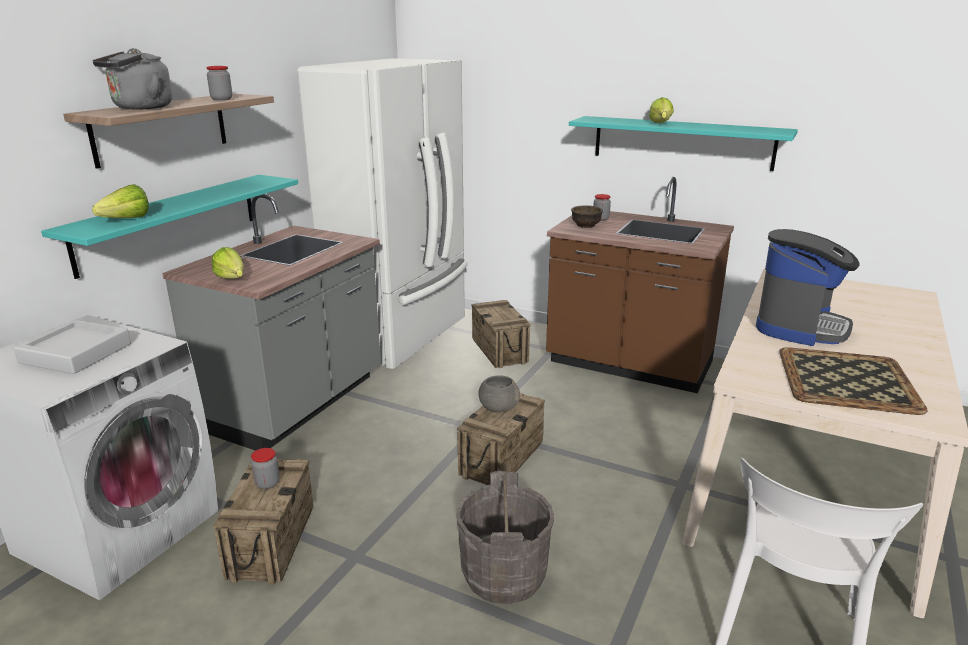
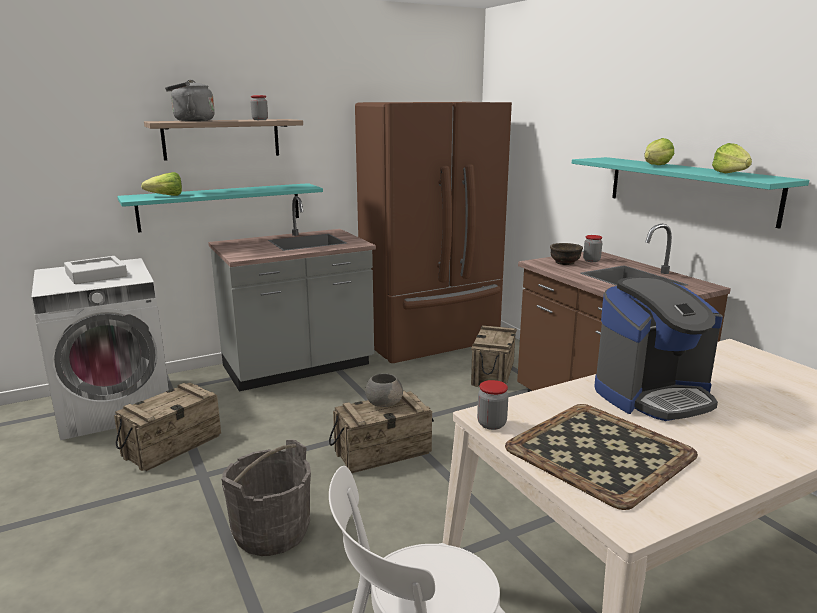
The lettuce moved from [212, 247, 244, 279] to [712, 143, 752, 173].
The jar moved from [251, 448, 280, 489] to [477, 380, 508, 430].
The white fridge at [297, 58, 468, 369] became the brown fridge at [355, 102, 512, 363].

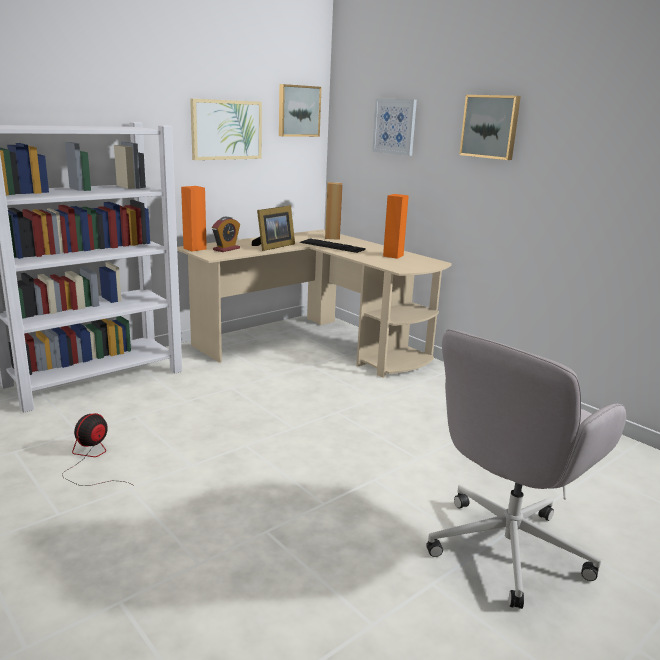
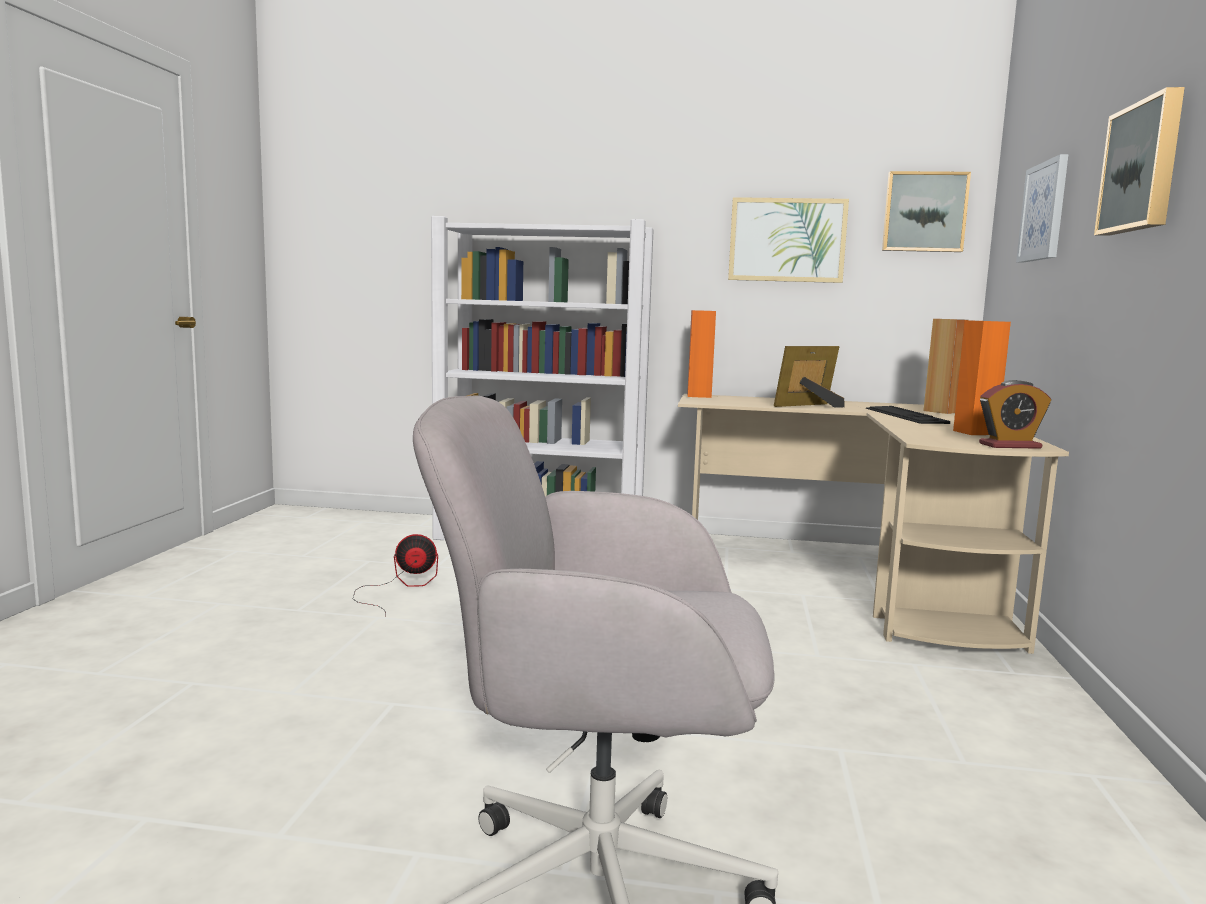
The alarm clock moved from [212, 217, 240, 252] to [979, 380, 1051, 449].
The picture frame at [252, 205, 295, 251] turned 150 degrees clockwise.

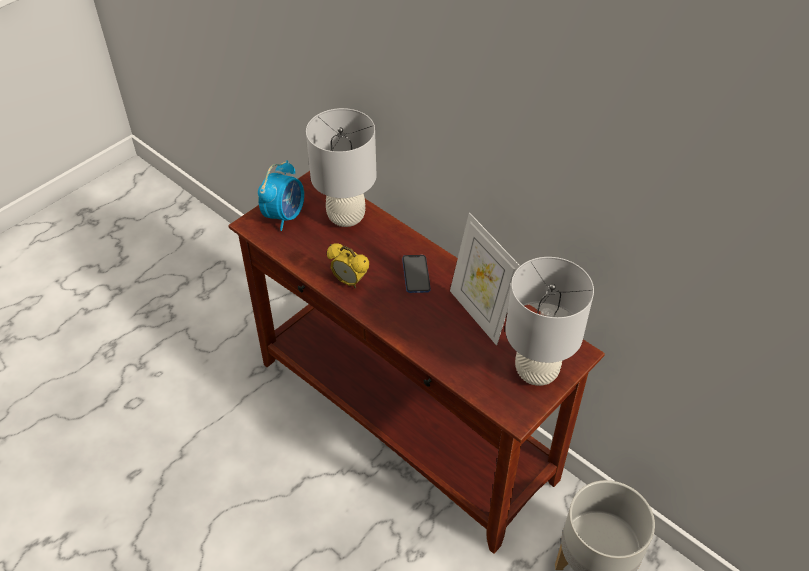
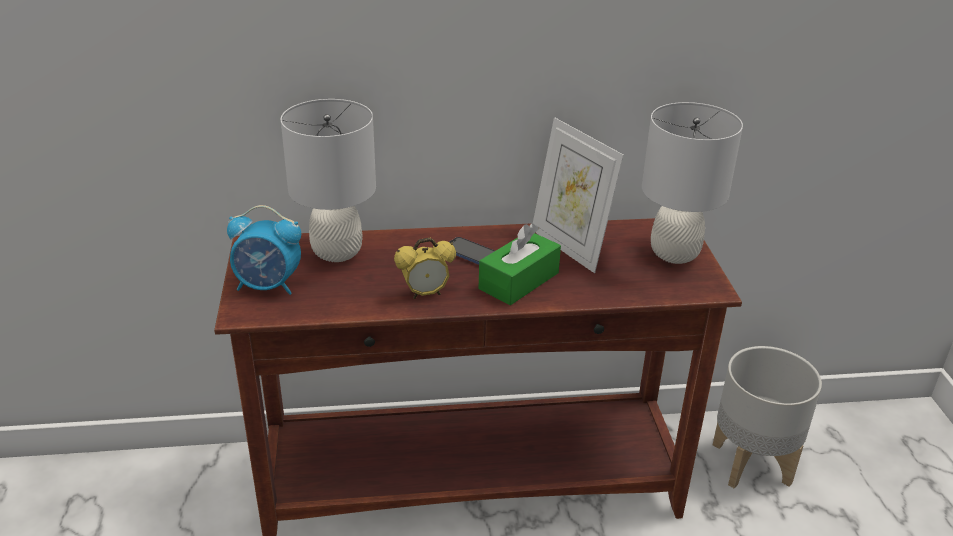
The alarm clock at [258, 160, 304, 231] turned 120 degrees clockwise.
The picture frame at [450, 213, 520, 345] turned 45 degrees clockwise.
The green tissue box at [479, 223, 561, 305] appeared.

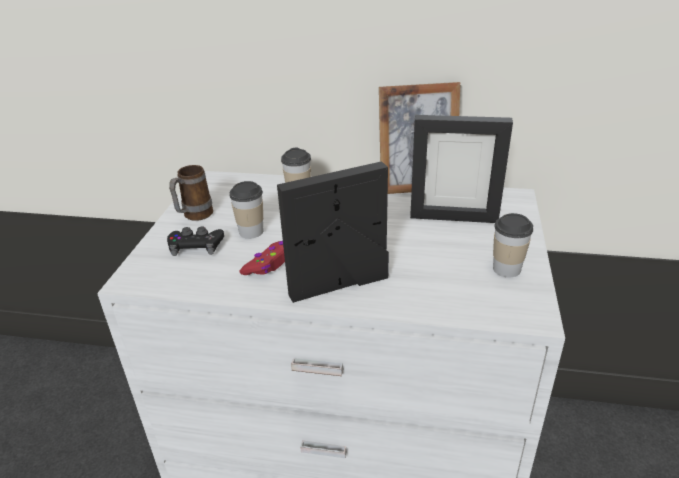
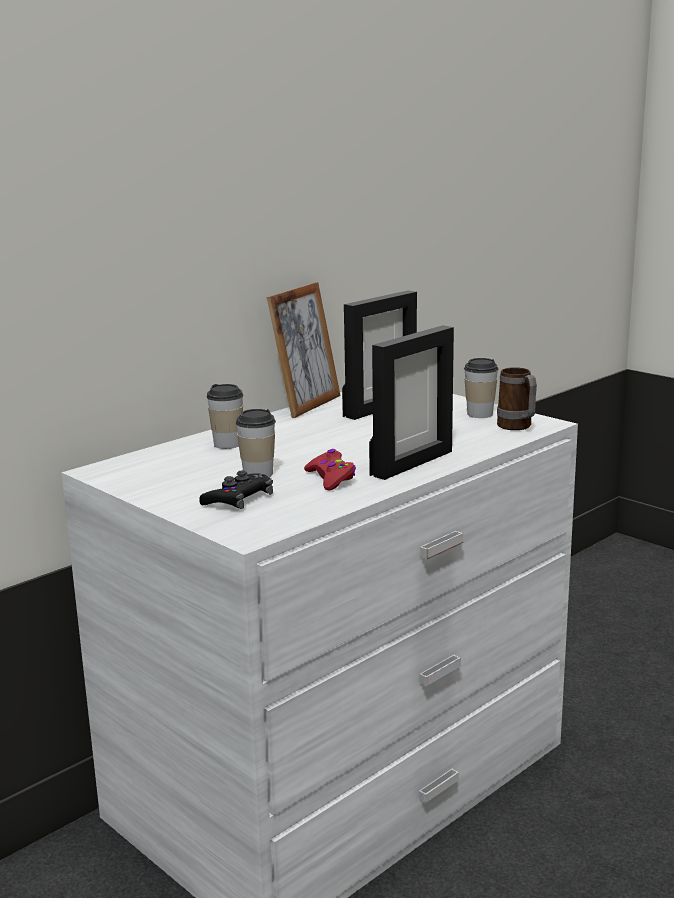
The mug moved from [169, 165, 213, 221] to [497, 367, 537, 430].
The picture frame at [277, 161, 389, 303] turned 150 degrees counterclockwise.

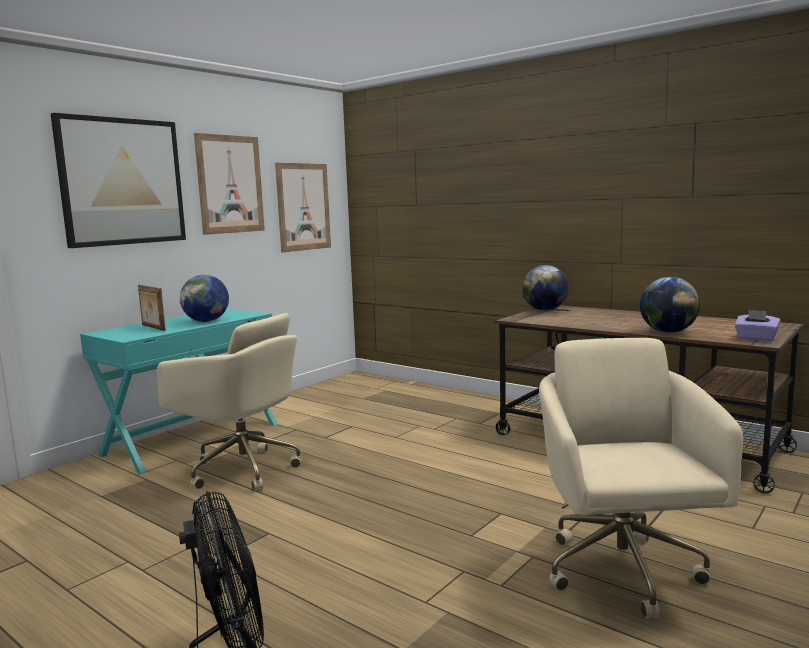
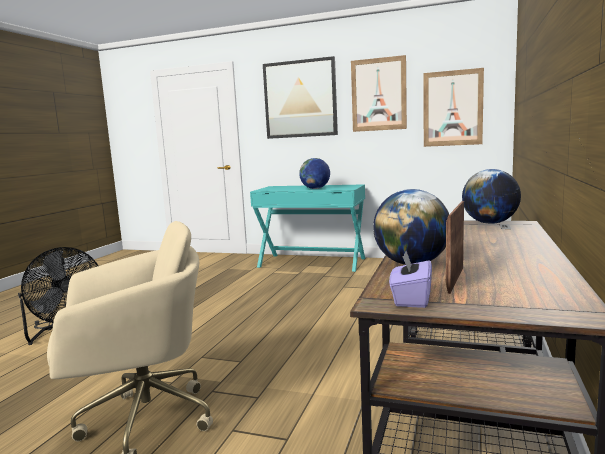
The picture frame moved from [138, 285, 166, 331] to [446, 201, 464, 294].
The beige office chair at [157, 313, 301, 491] disappeared.

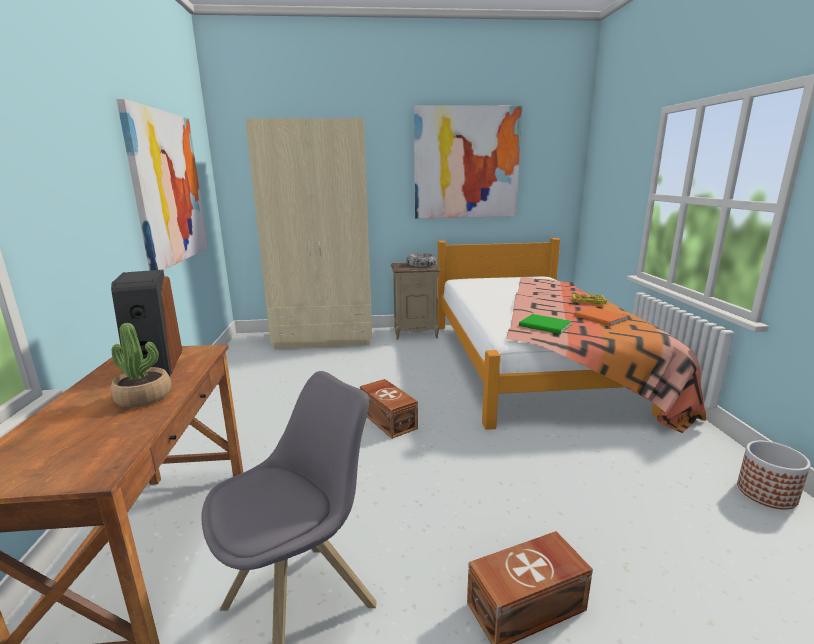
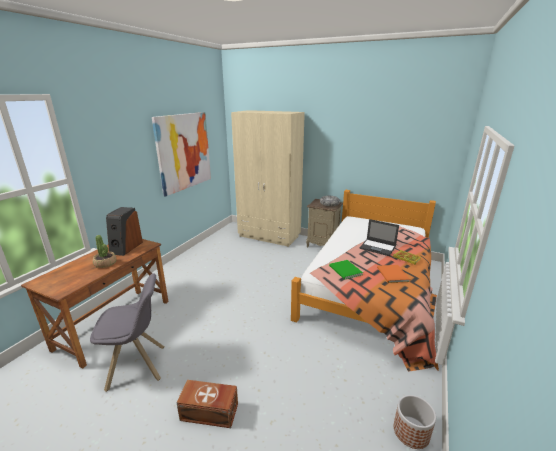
The brown storage box at [360, 379, 418, 439] disappeared.
The picture at [414, 105, 523, 218] disappeared.
The laptop at [360, 219, 399, 256] appeared.

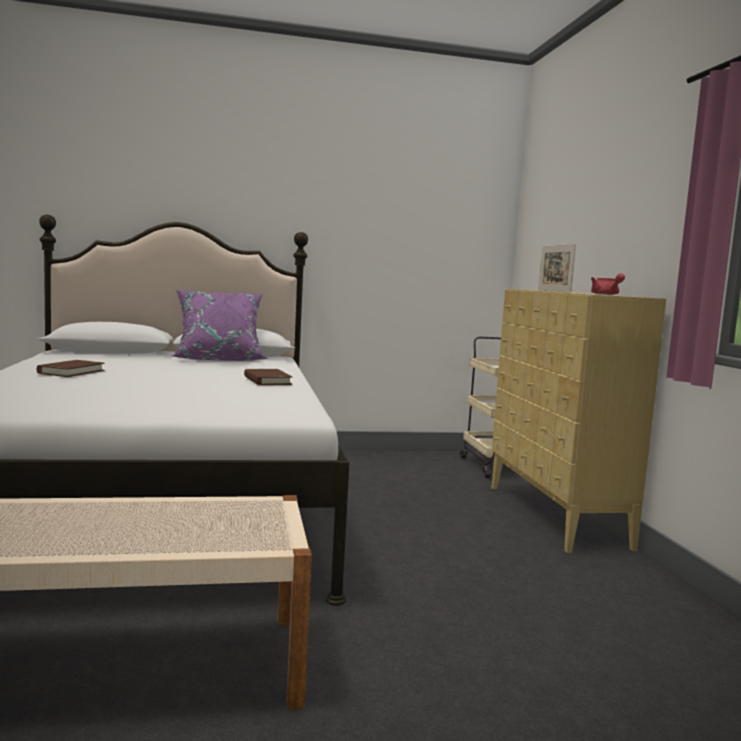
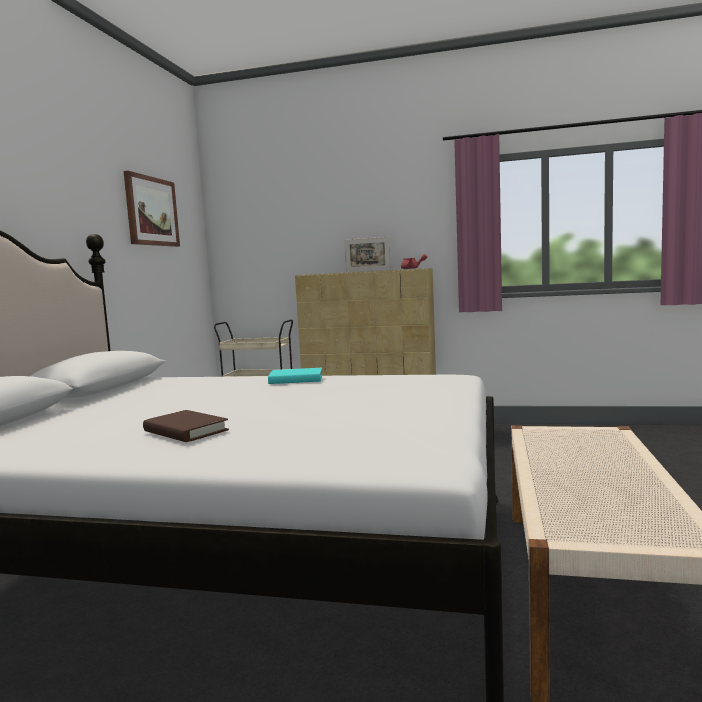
The purple pillow at [171, 289, 268, 361] disappeared.
The brown book at [244, 369, 292, 385] became the turquoise book at [268, 368, 322, 384].
The picture at [124, 171, 180, 247] appeared.

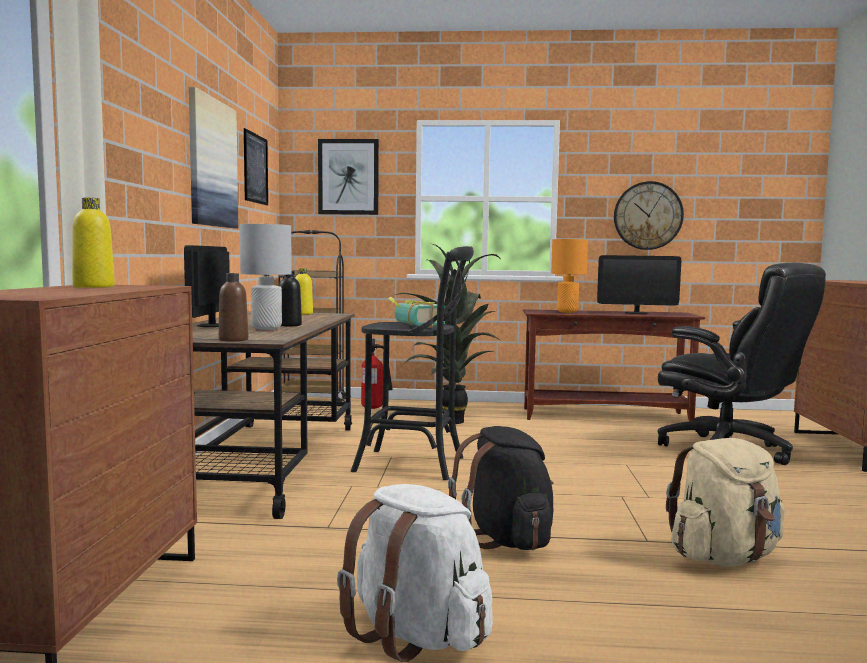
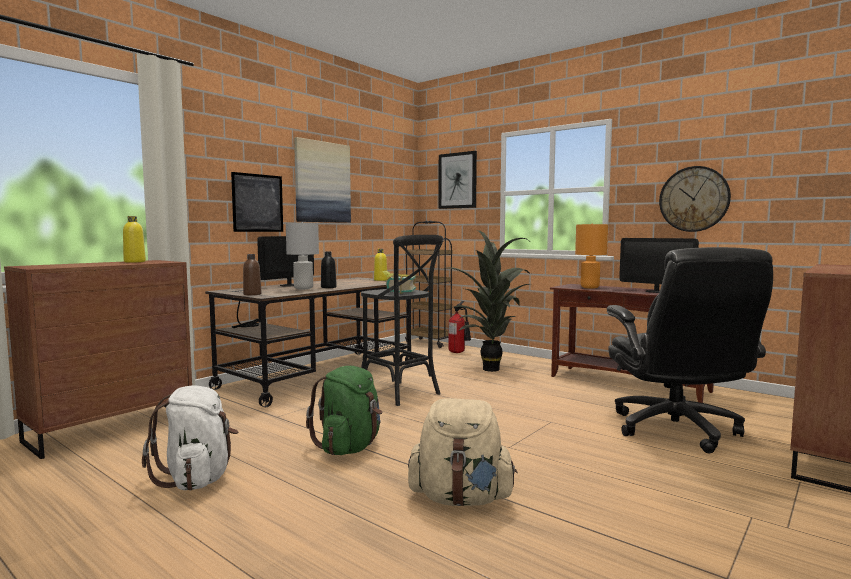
The picture moved from [244, 128, 268, 205] to [231, 172, 283, 232].
The black backpack at [448, 426, 554, 550] became the green backpack at [306, 366, 382, 455].

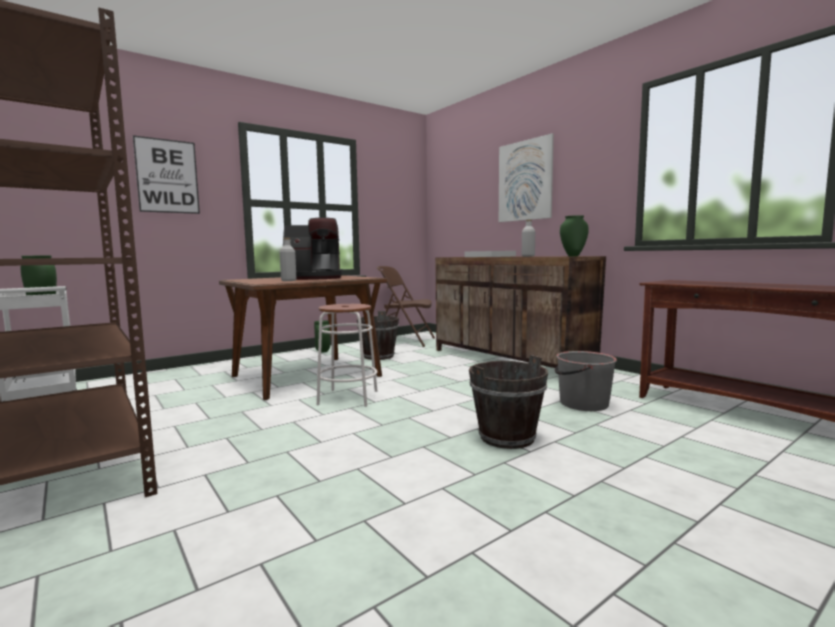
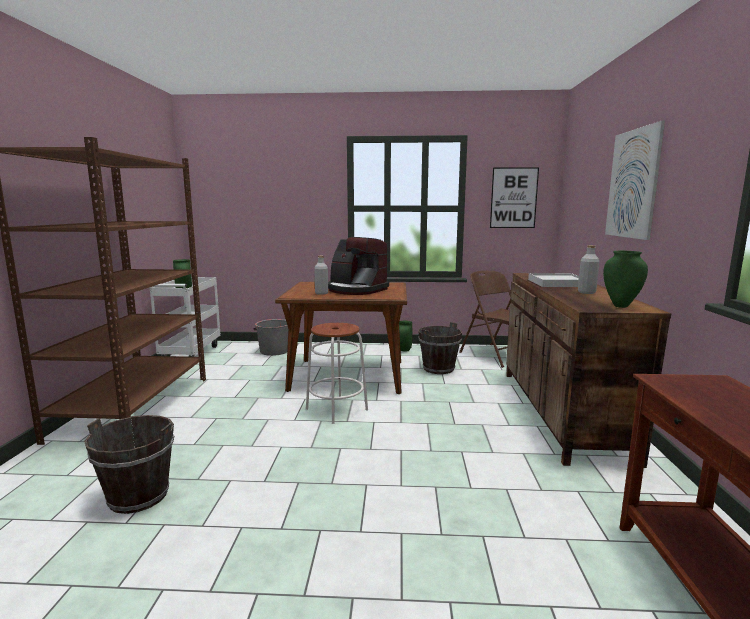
The picture moved from [133, 135, 200, 214] to [490, 167, 539, 228].
The brown bucket moved from [469, 355, 548, 449] to [84, 415, 174, 514].
The grey bucket moved from [555, 351, 617, 411] to [253, 319, 288, 356].

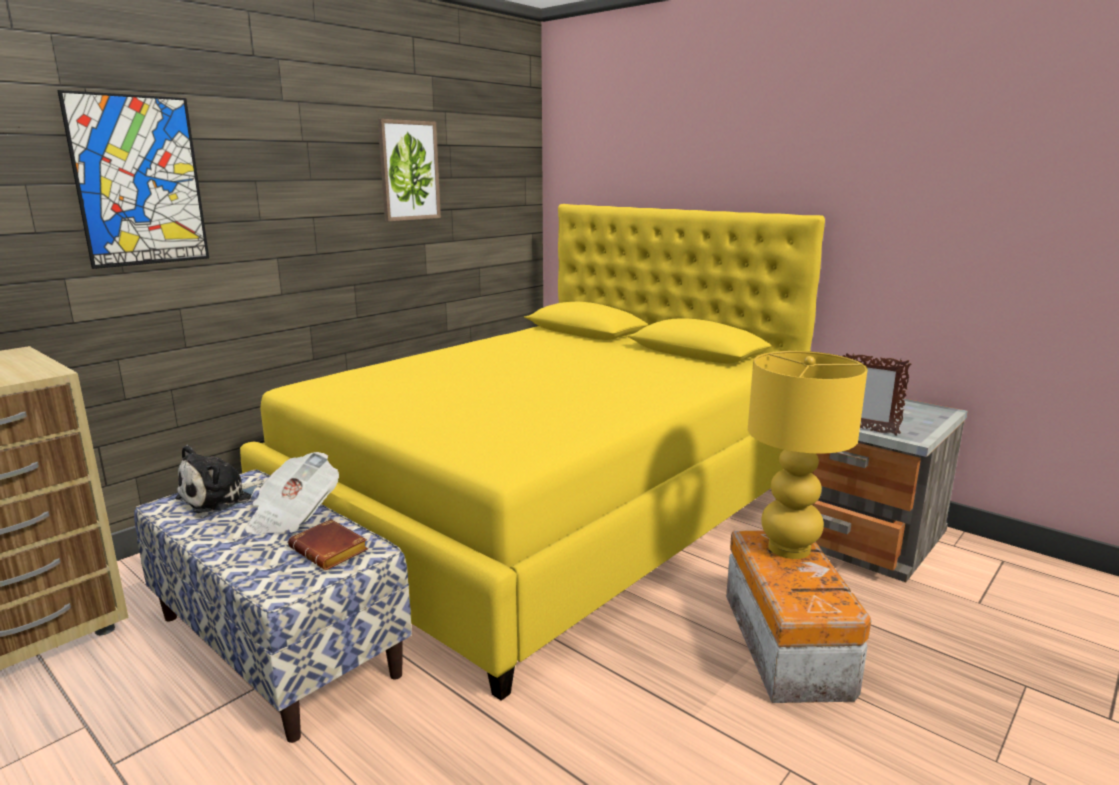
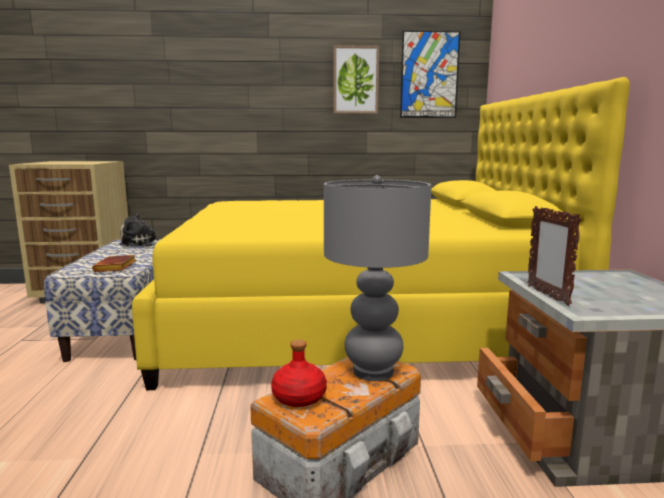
The picture moved from [57, 90, 209, 269] to [400, 30, 461, 118].
The newspaper at [245, 452, 339, 535] disappeared.
The yellow table lamp at [748, 351, 868, 559] became the grey table lamp at [324, 175, 432, 381].
The red bottle at [271, 340, 327, 407] appeared.

